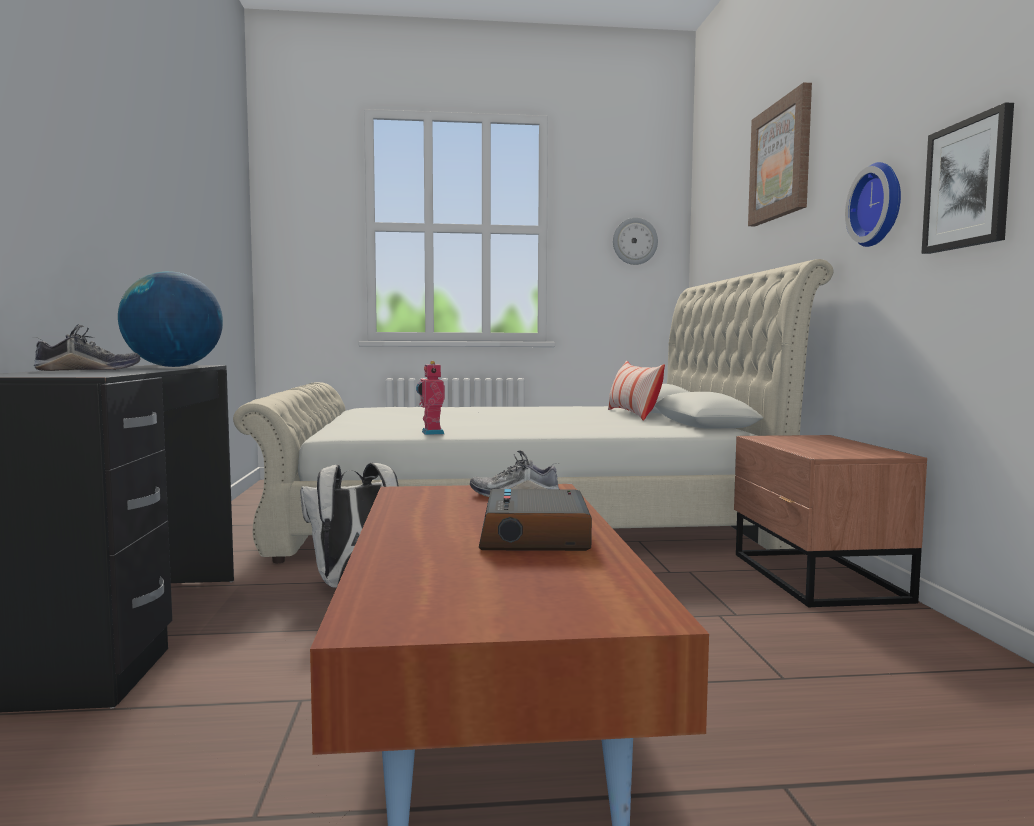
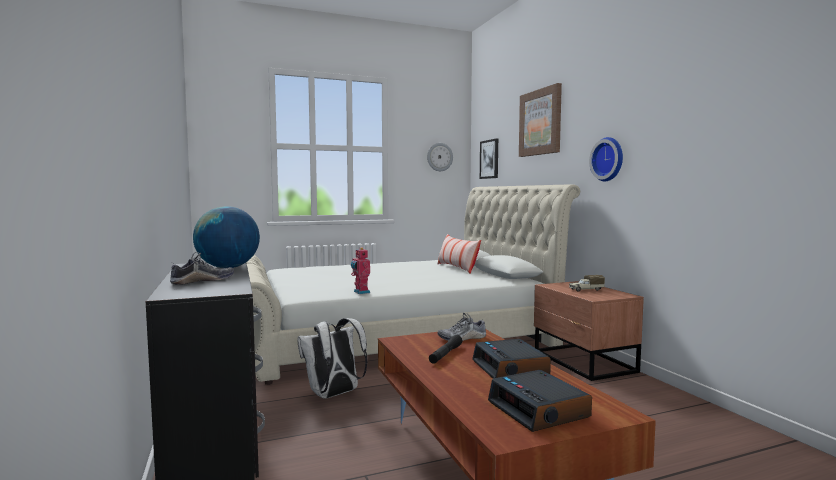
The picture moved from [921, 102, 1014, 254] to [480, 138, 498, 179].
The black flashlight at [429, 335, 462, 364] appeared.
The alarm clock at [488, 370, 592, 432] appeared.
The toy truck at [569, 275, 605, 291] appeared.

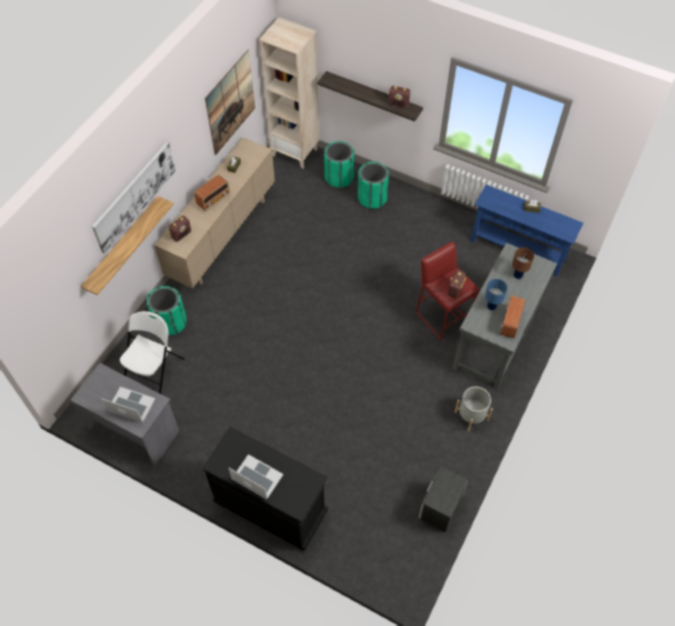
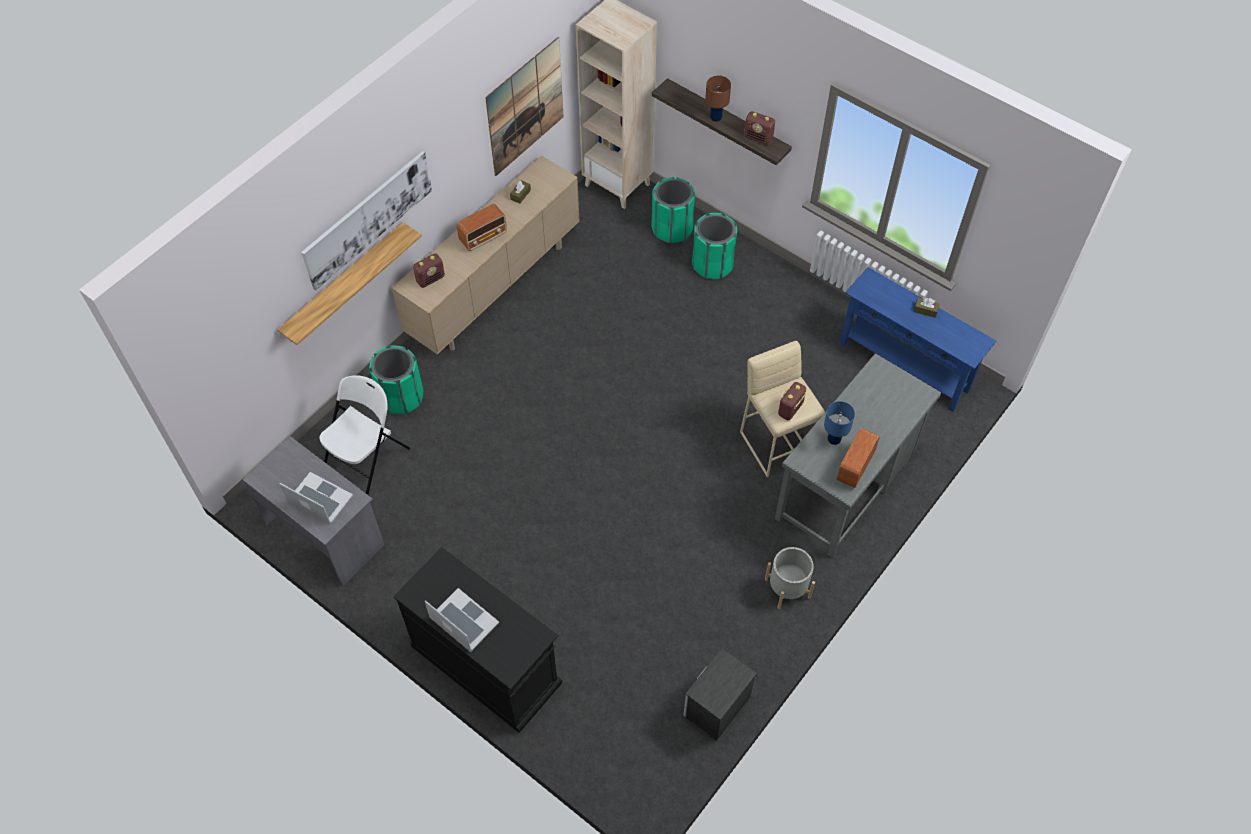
The red stool at [416, 242, 479, 340] became the beige stool at [740, 341, 825, 477].
The brown table lamp moved from [512, 247, 534, 279] to [705, 76, 731, 122].

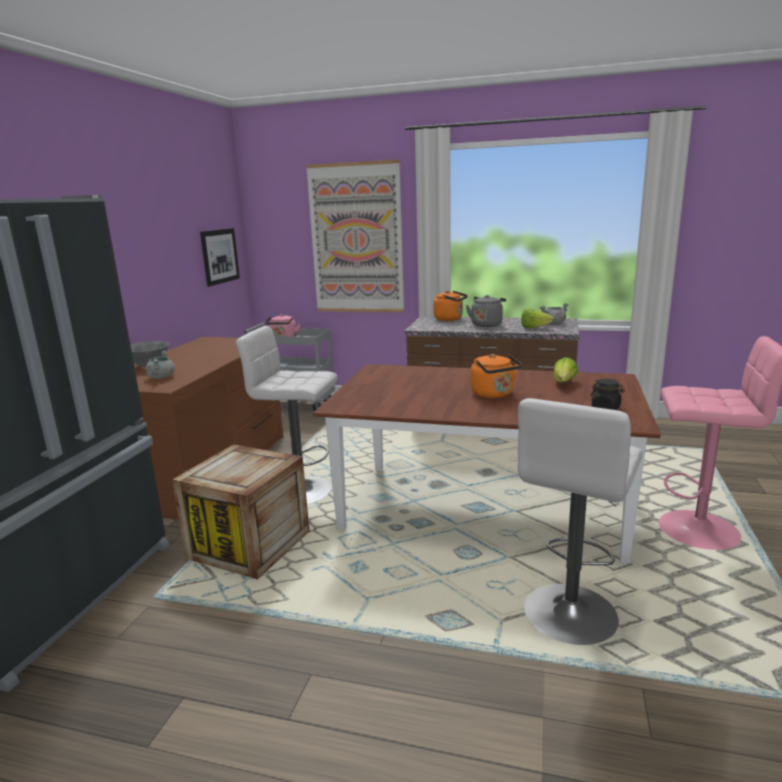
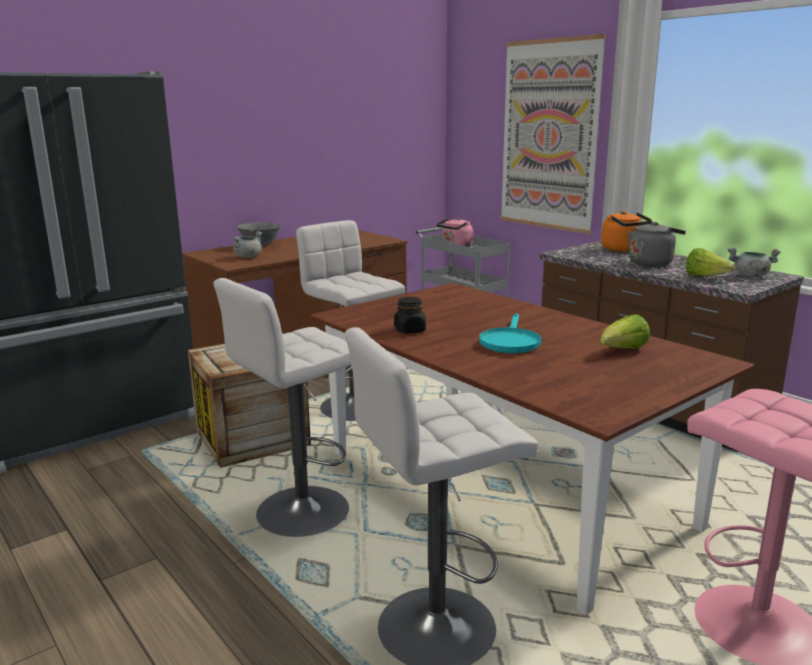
The picture at [200, 228, 240, 287] disappeared.
The orange kettle at [471, 354, 522, 398] was replaced by the turquoise frying pan at [479, 314, 541, 353].
The black jar moved from [590, 379, 625, 410] to [394, 297, 426, 333].
The white stool at [213, 278, 352, 537] appeared.

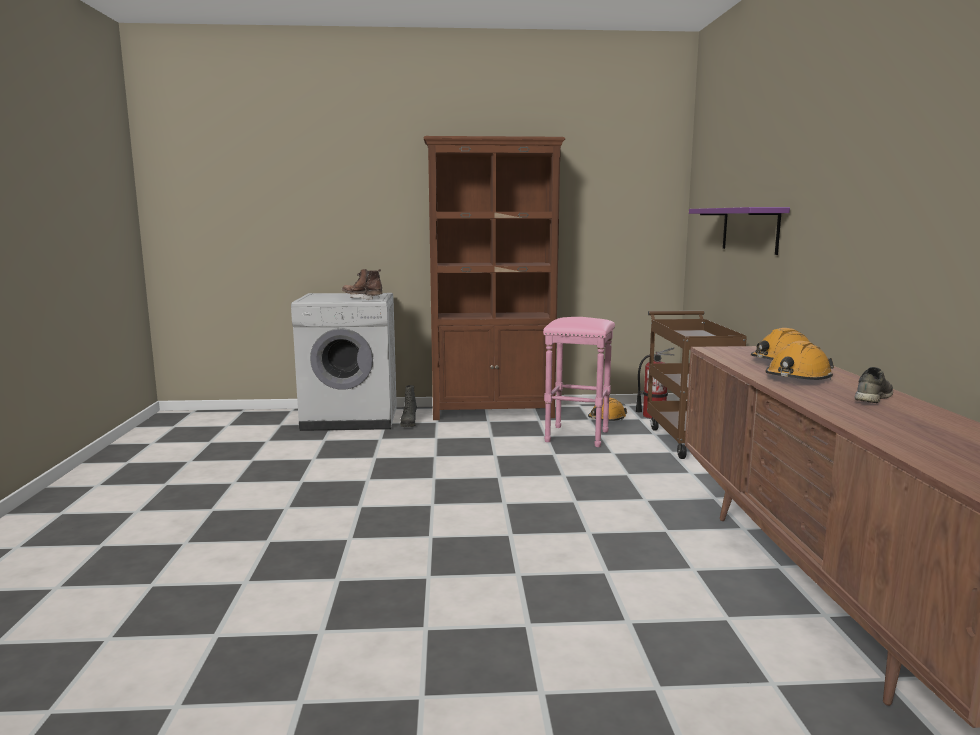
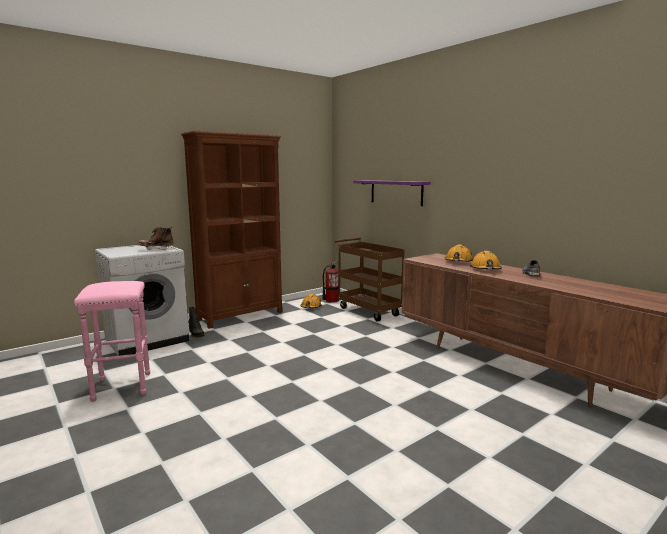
The pink stool moved from [543, 317, 615, 447] to [74, 281, 150, 402].

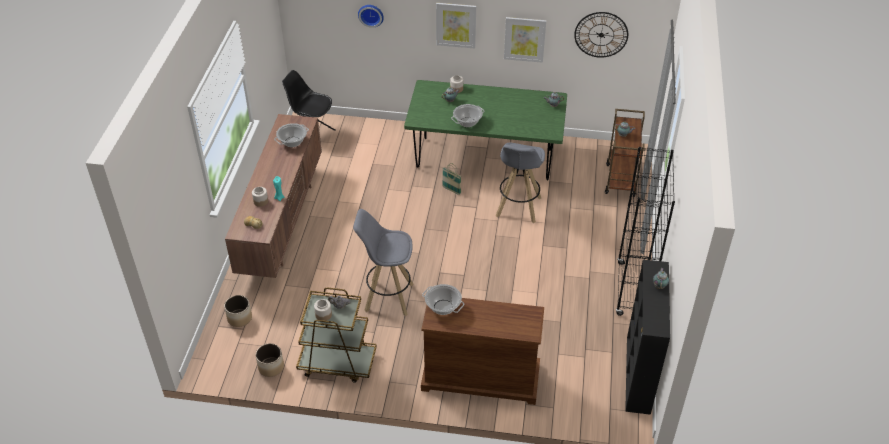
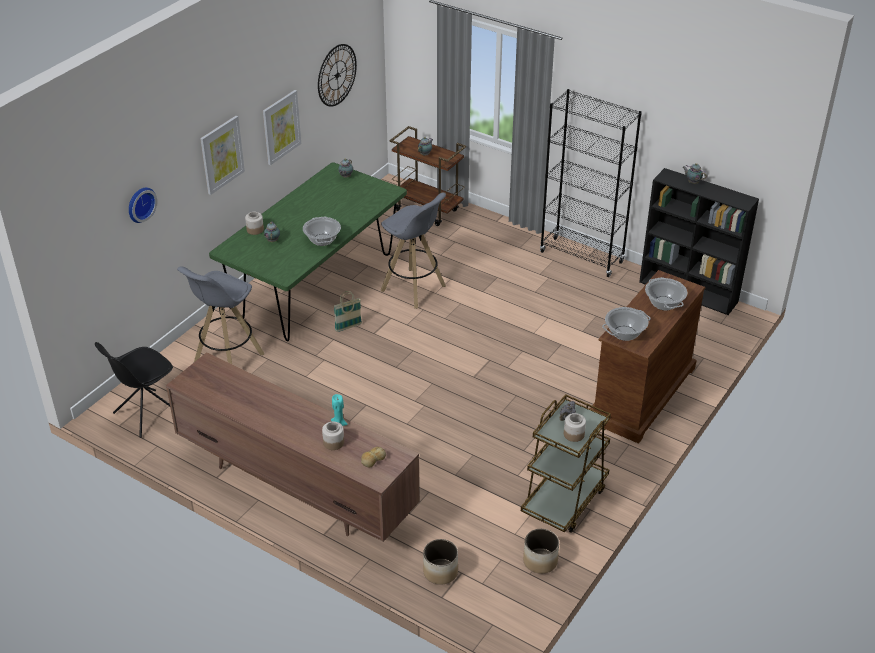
The cooking pot moved from [274, 123, 309, 147] to [645, 277, 687, 311].
The grey stool moved from [353, 209, 414, 316] to [177, 267, 264, 364].

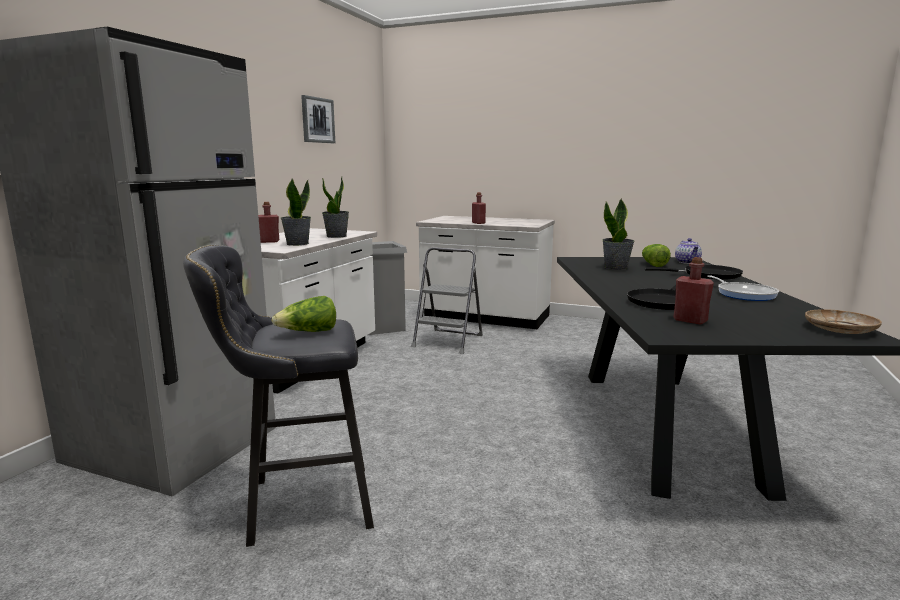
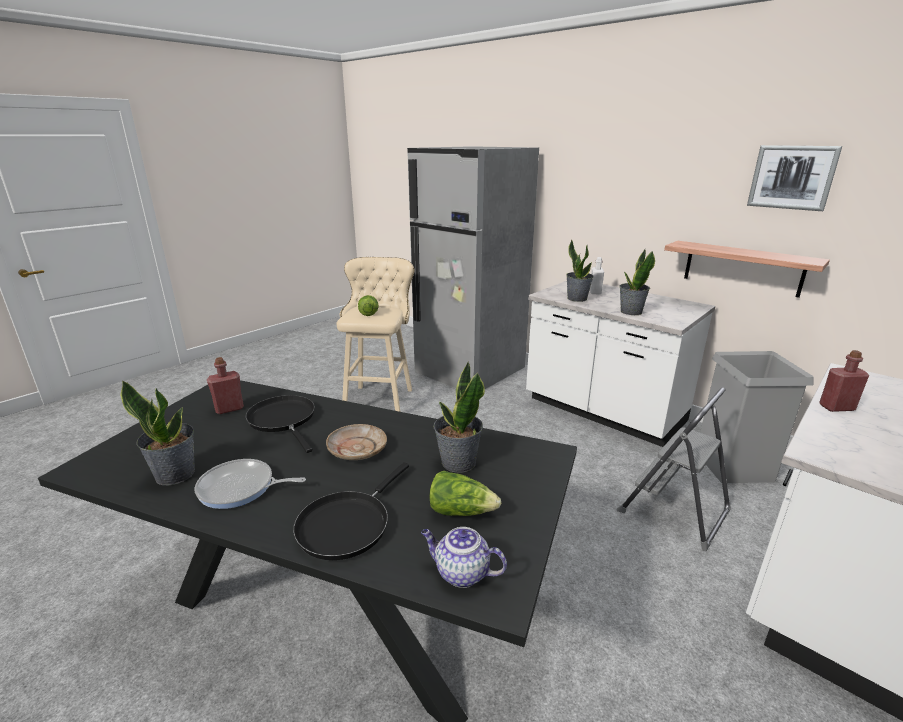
The black stool at [183, 245, 374, 547] became the beige stool at [336, 257, 414, 412].
The red bottle at [258, 202, 279, 243] became the white bottle at [590, 257, 604, 294].
The beige plate moved from [805, 309, 882, 334] to [326, 424, 387, 460].
The potted plant at [120, 380, 195, 485] appeared.
The shelf at [664, 241, 830, 298] appeared.

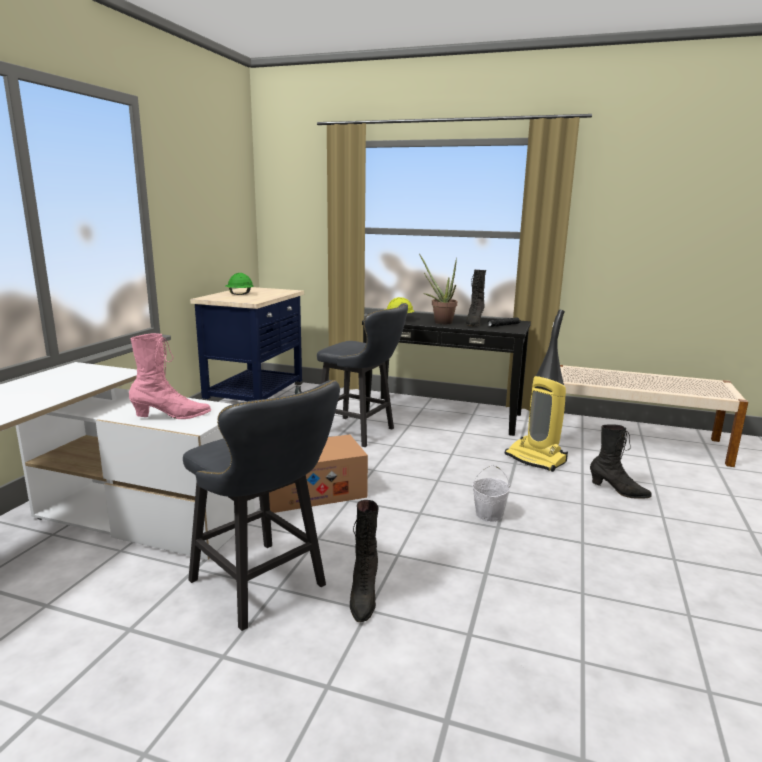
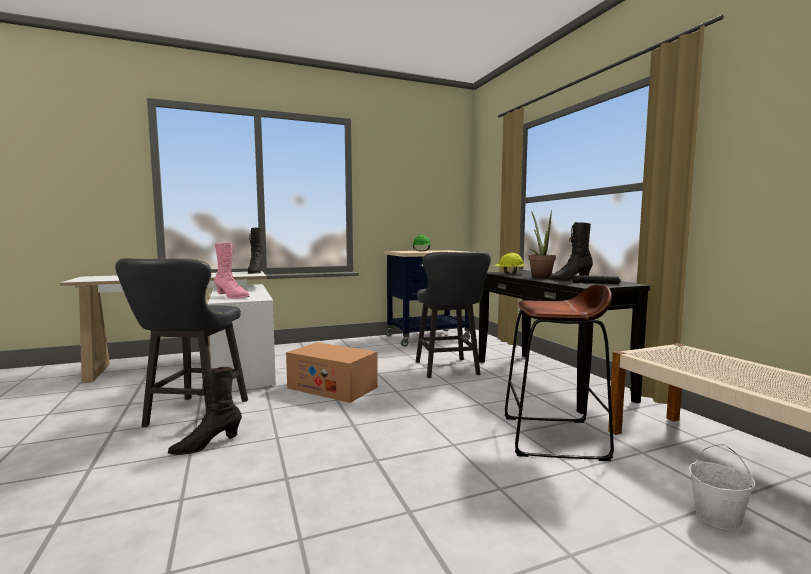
The white bucket moved from [472, 465, 510, 522] to [689, 444, 755, 530].
The vacuum cleaner at [505, 310, 568, 472] was replaced by the brown stool at [505, 285, 614, 461].
The black boot moved from [590, 424, 652, 499] to [248, 228, 263, 274].

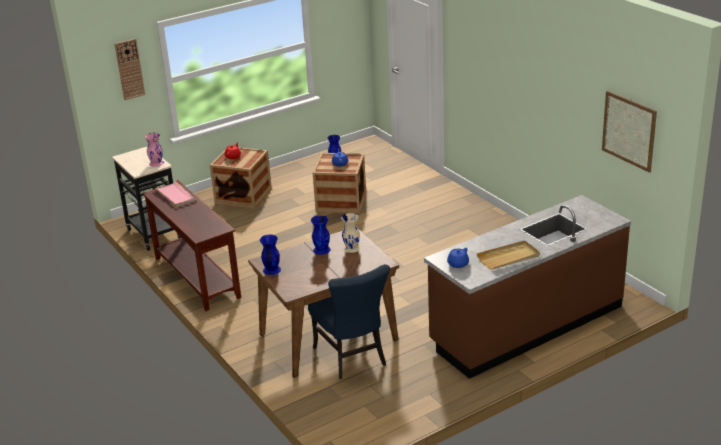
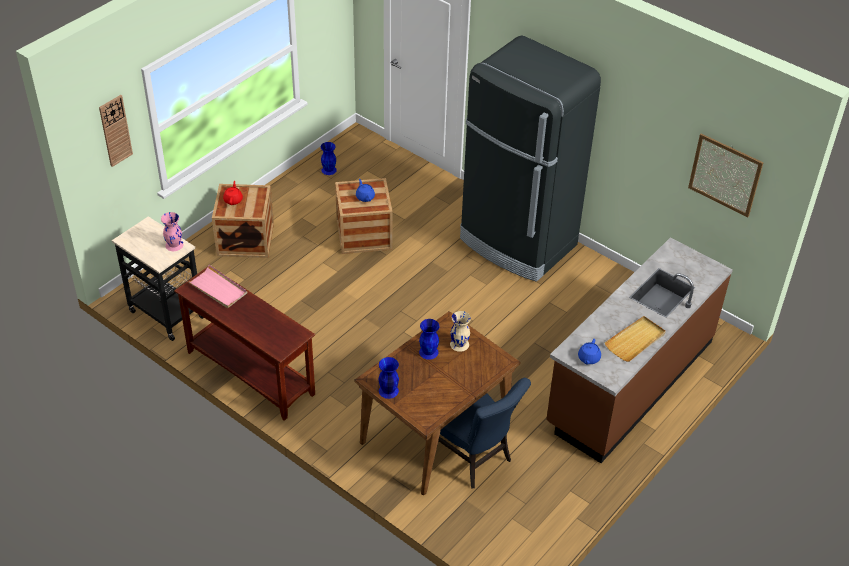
The black fridge at [460, 36, 601, 282] appeared.

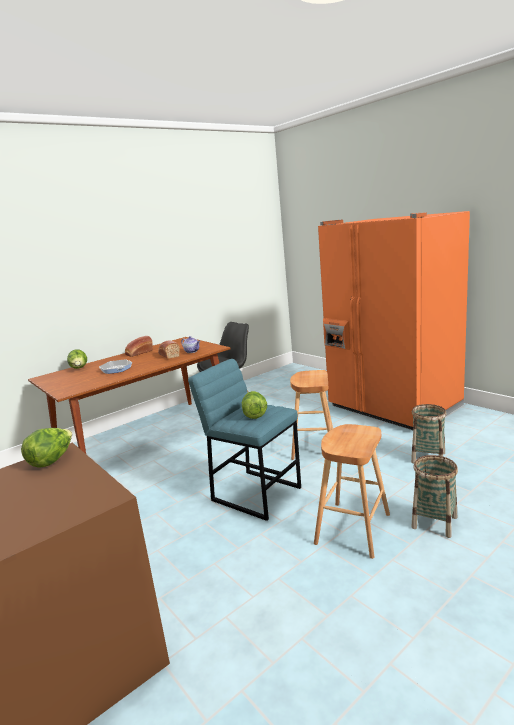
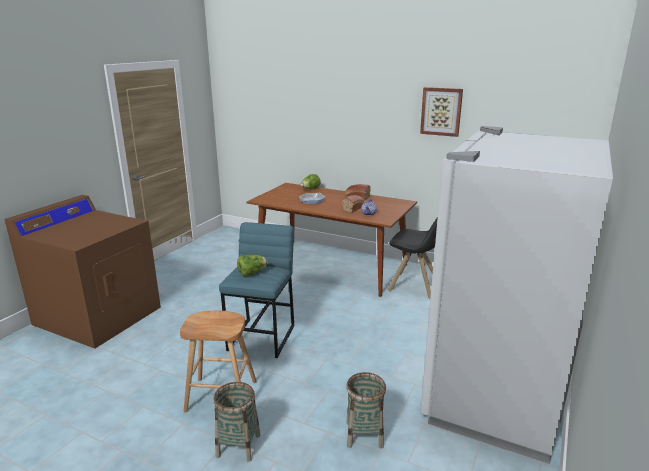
The lettuce at [21, 428, 72, 467] disappeared.
The brown stool at [290, 370, 333, 460] disappeared.
The orange fridge at [318, 211, 470, 430] became the white fridge at [420, 126, 613, 464].
The picture at [420, 87, 463, 137] appeared.

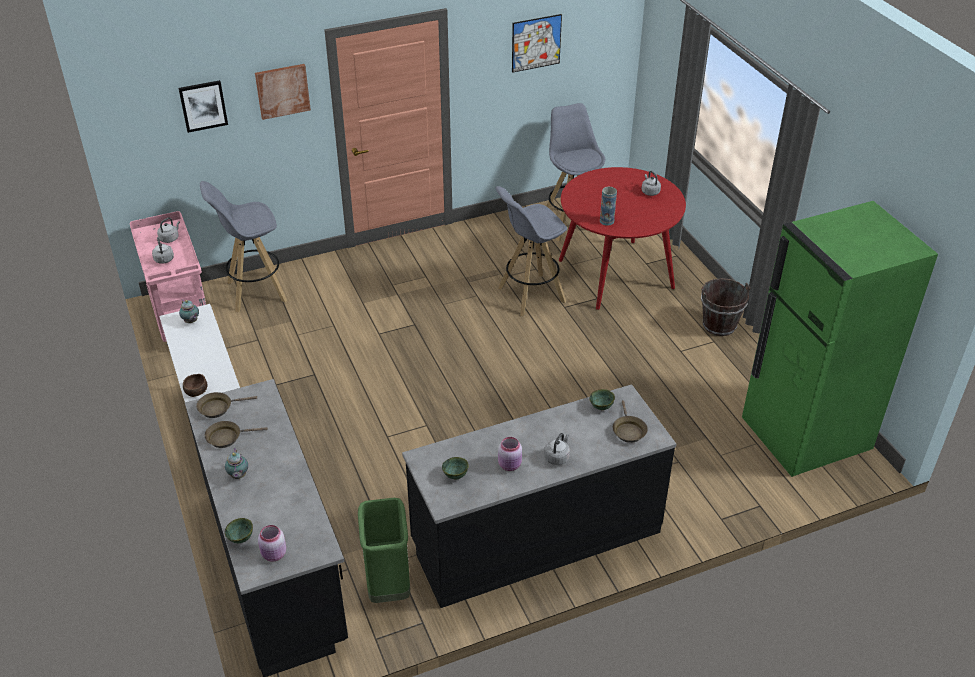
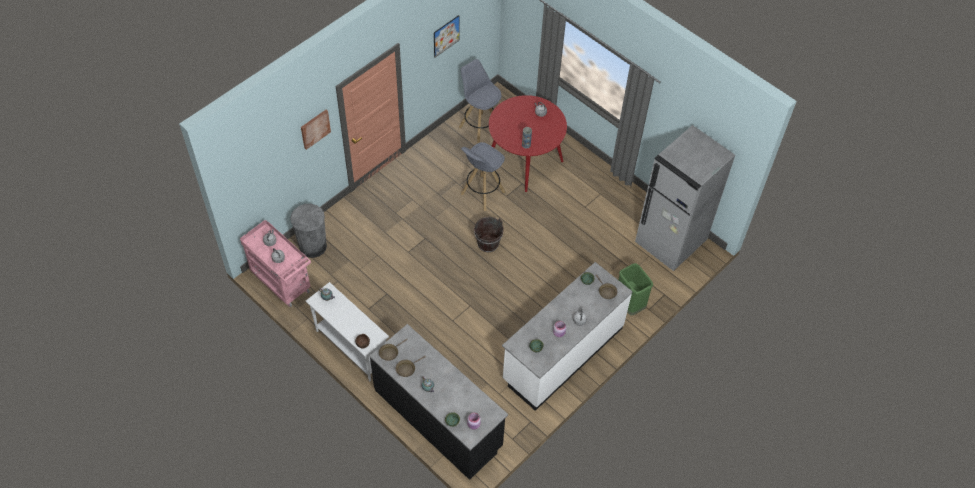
The picture at [178, 80, 228, 133] disappeared.
The grey stool at [200, 181, 287, 312] was replaced by the grey trash can at [290, 204, 327, 258].
The green trash can moved from [358, 498, 410, 603] to [619, 263, 653, 316].
The black counter at [402, 384, 676, 608] became the white counter at [502, 262, 633, 411].
The brown bucket moved from [701, 278, 750, 336] to [474, 217, 504, 252].
The green fridge at [742, 201, 938, 477] became the grey fridge at [635, 125, 735, 271].

